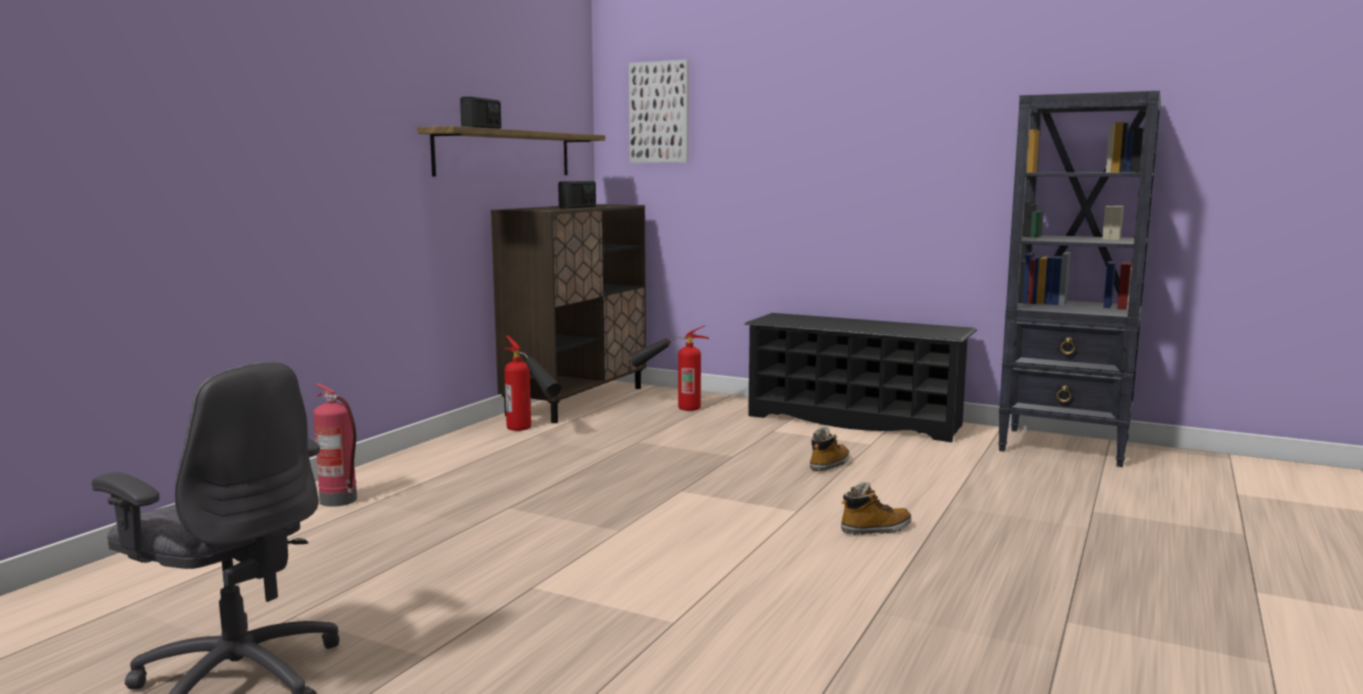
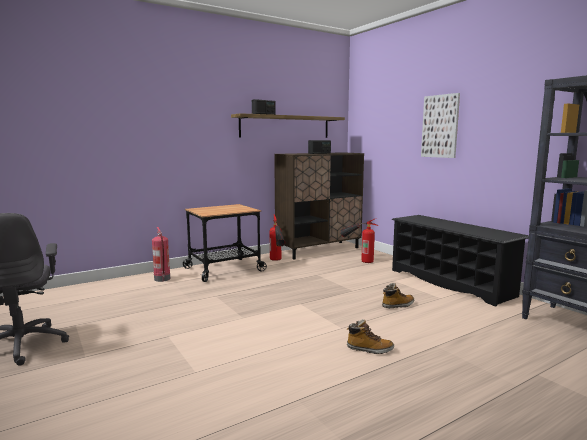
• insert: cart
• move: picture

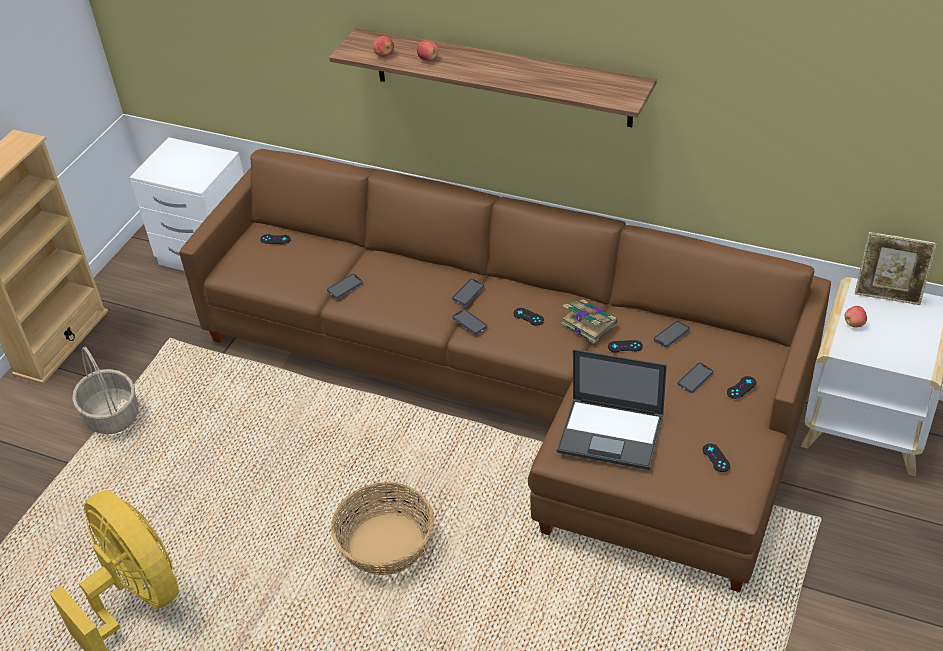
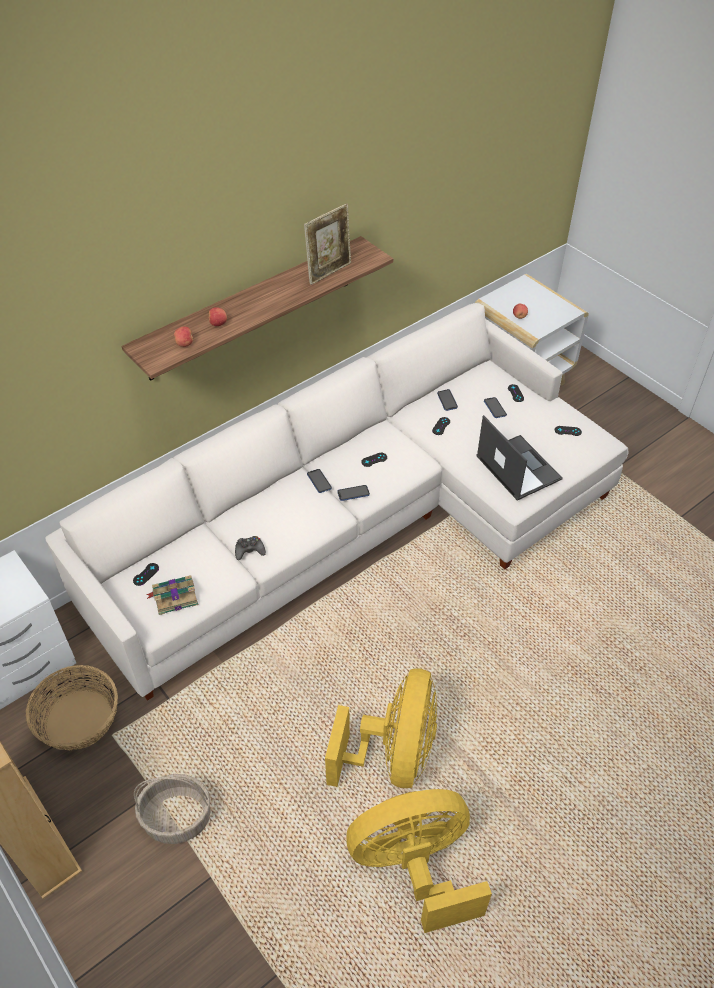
• move: basket (2nd from left in the first image) to basket (1st from left)
• recolor: brown sofa to white sofa
• move: book
• replace: phone (1st from left) to black game controller (2nd from left)
• move: picture frame
• insert: yellow fan (1st from left)
• rotate: laptop 75 degrees counterclockwise

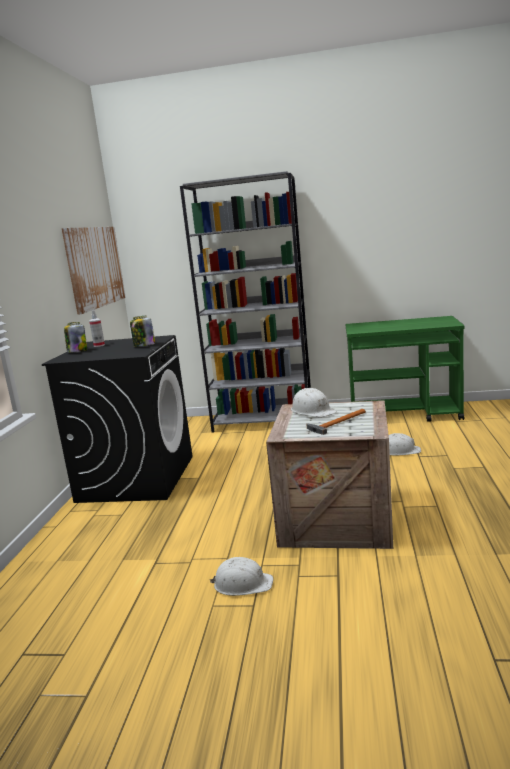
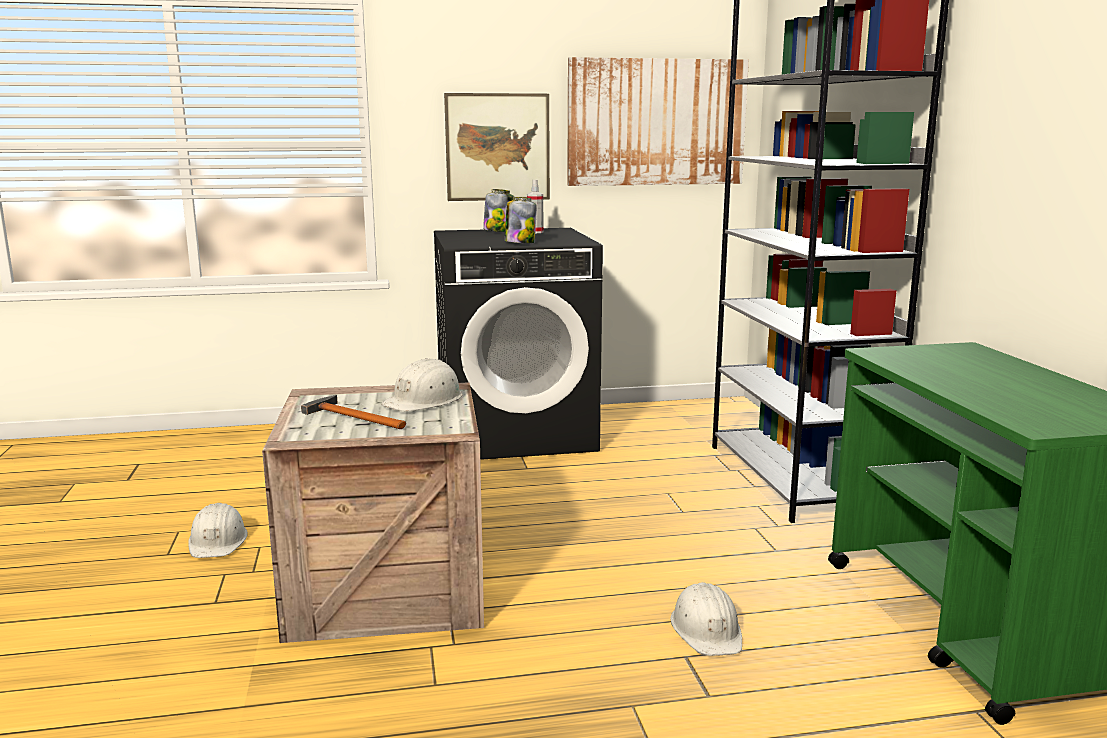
• insert: picture (1st from left)

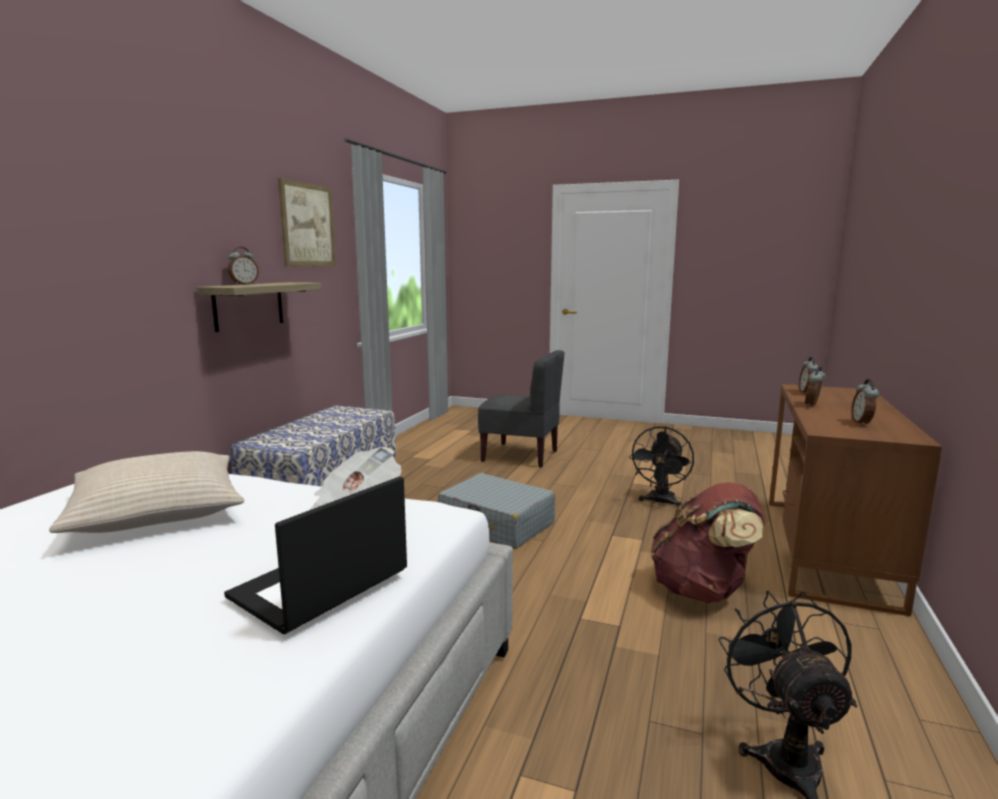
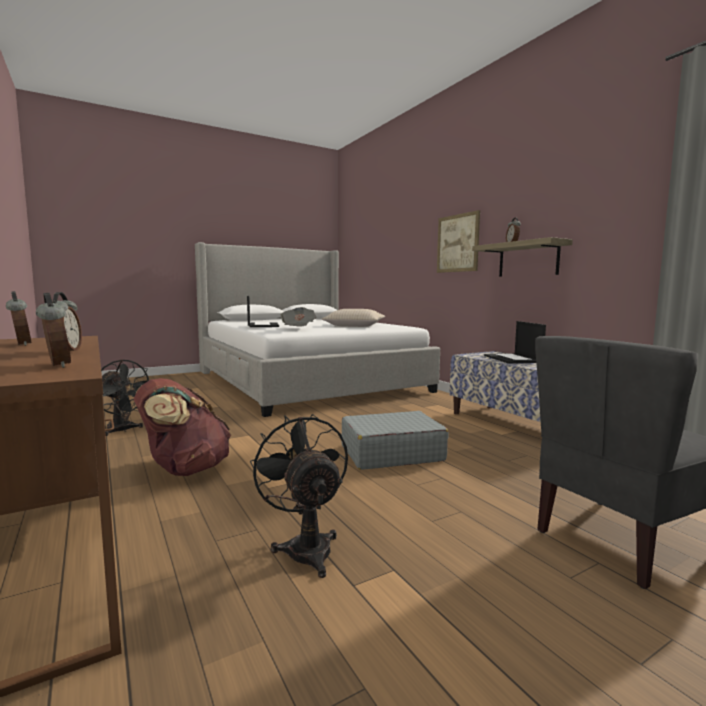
• move: picture
• insert: laptop (2nd from left)

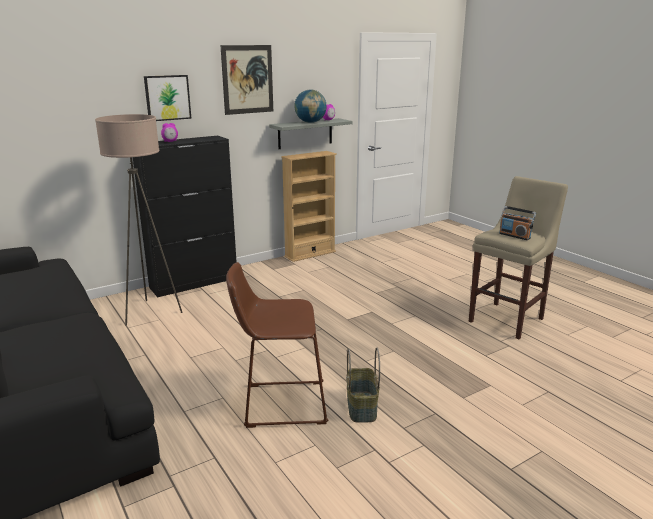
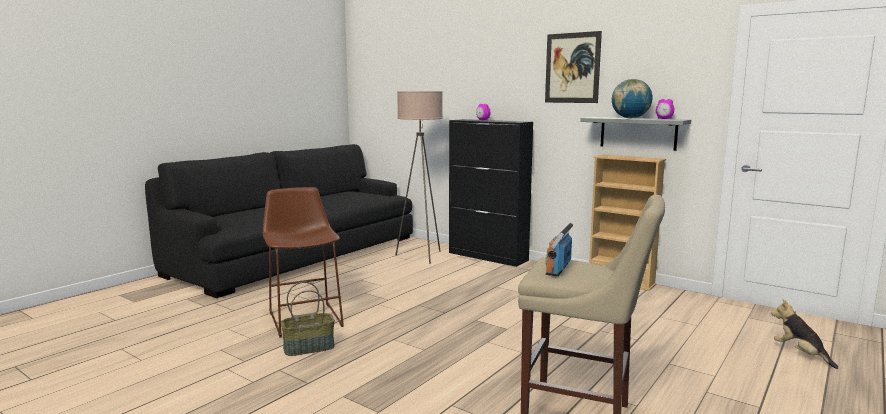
• insert: plush toy
• delete: picture (1st from left)

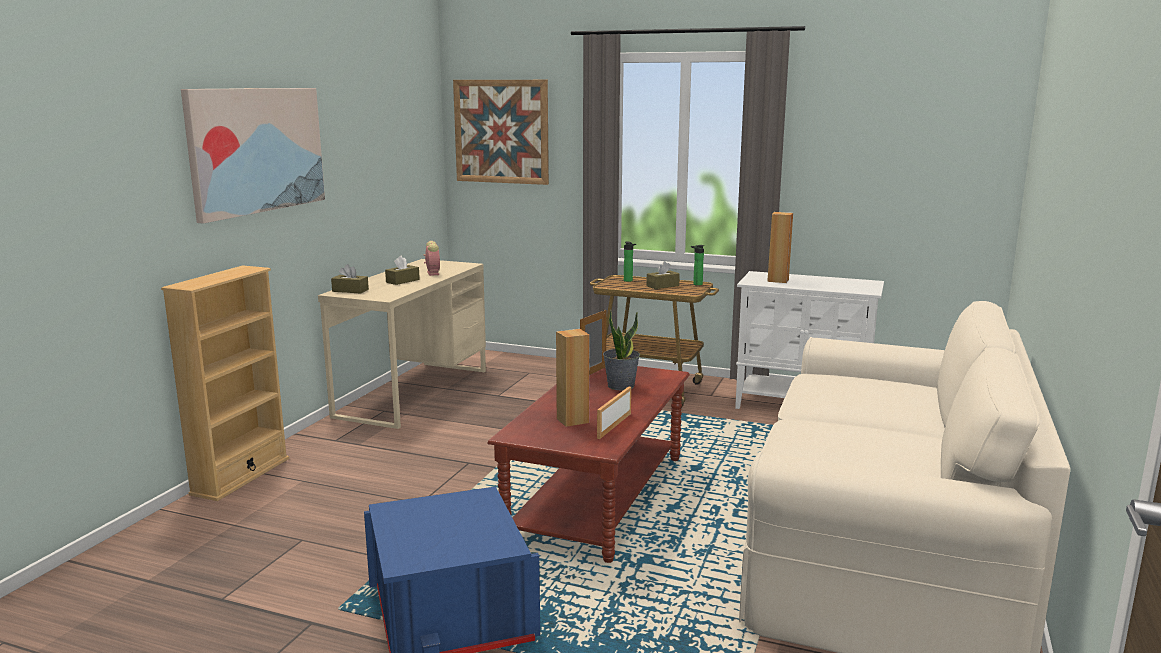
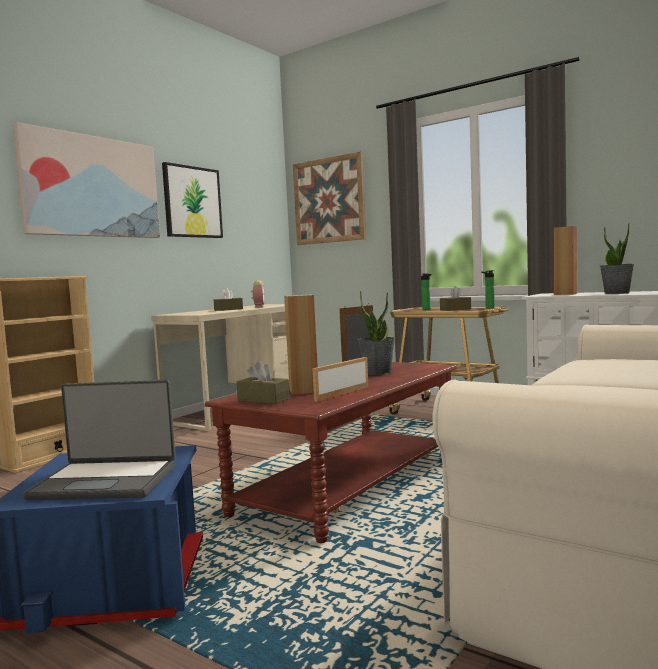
• insert: laptop
• insert: picture (2nd from left)
• move: brown tissue box (1st from left in the first image) to brown tissue box (2nd from left)
• insert: potted plant (2nd from left)

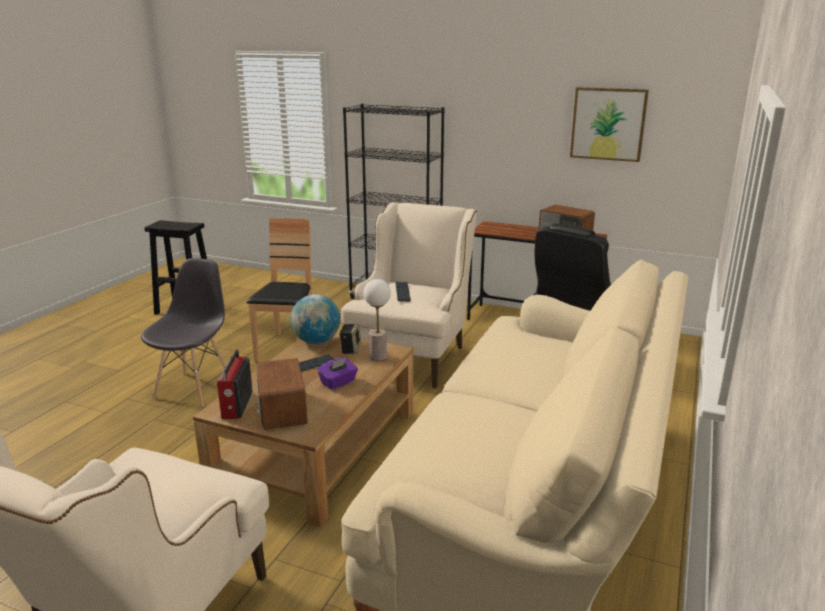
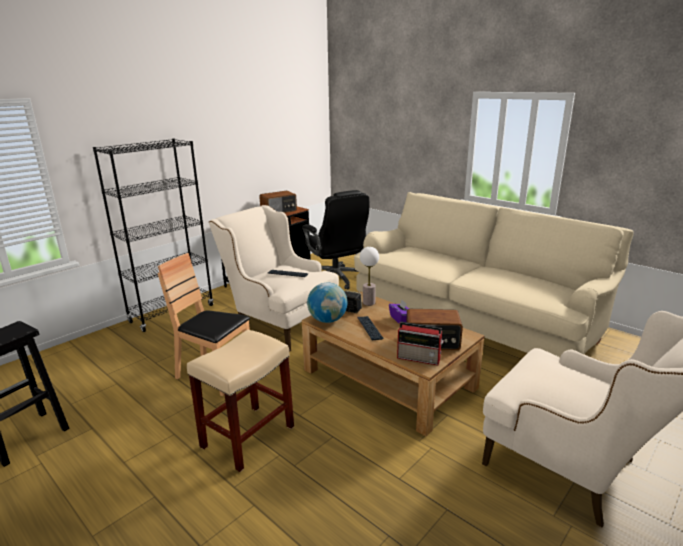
• replace: grey chair to beige stool
• delete: picture

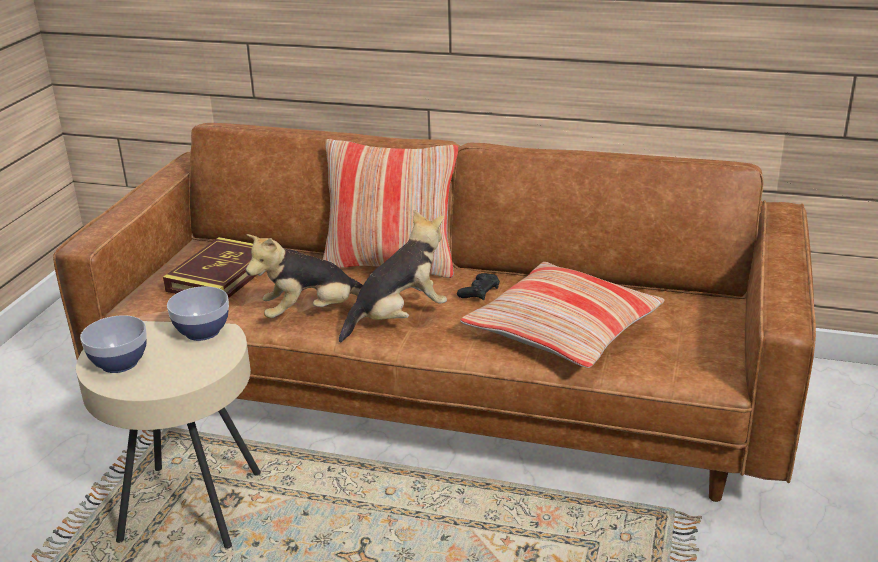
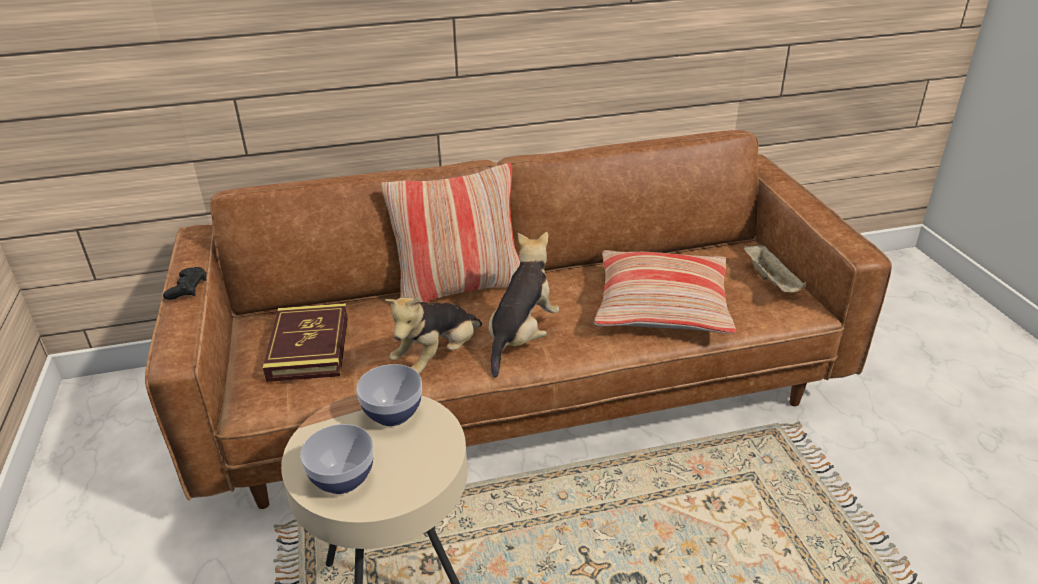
• move: black game controller
• insert: beige tray

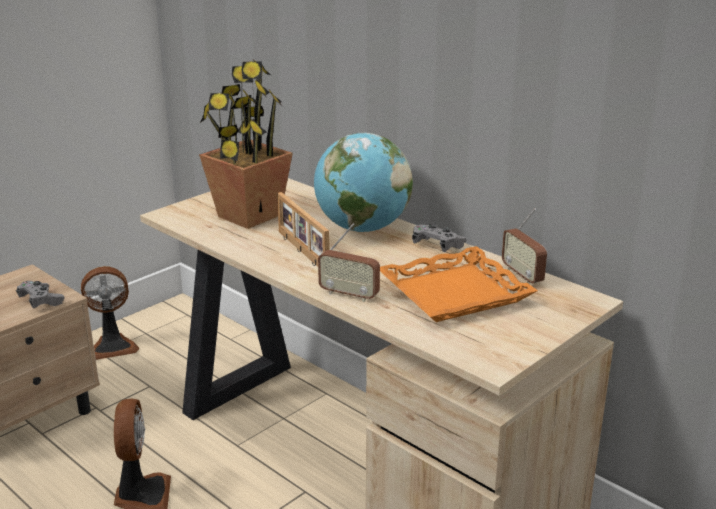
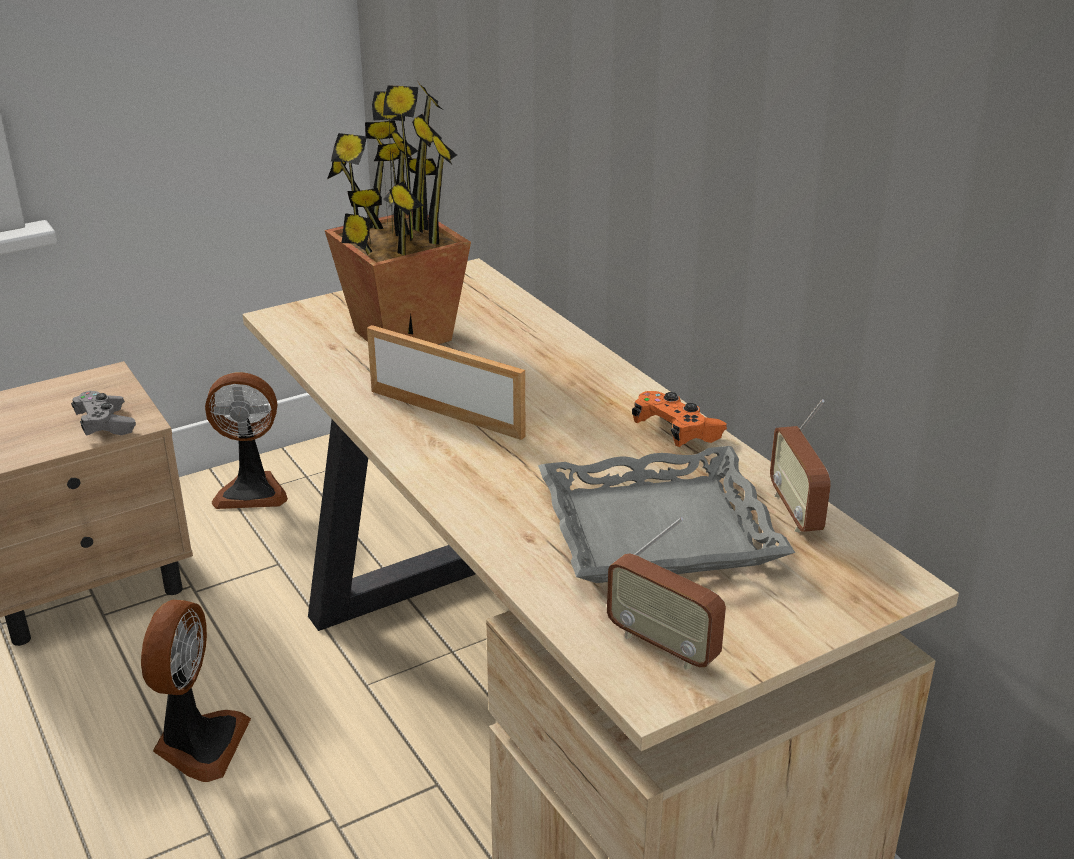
• rotate: picture frame 135 degrees clockwise
• recolor: orange tray to grey tray
• move: radio (1st from left)
• recolor: grey game controller (2nd from left) to orange game controller
• delete: globe

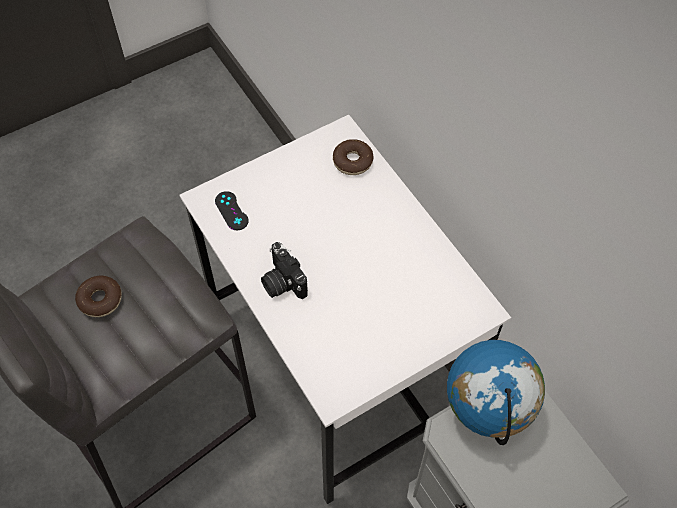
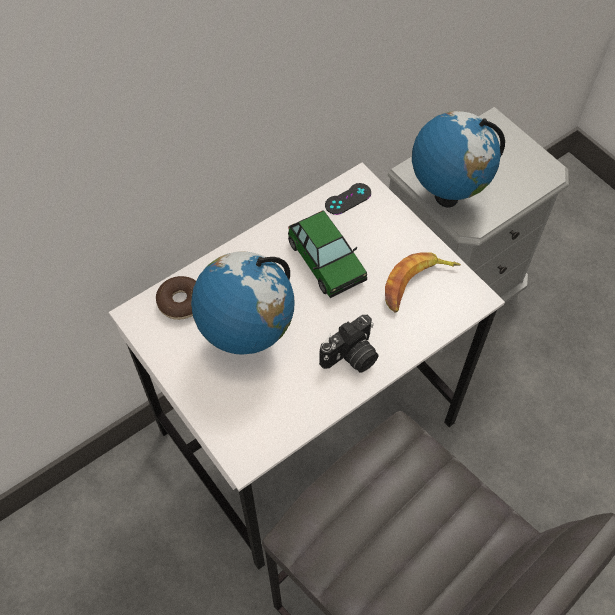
• insert: globe (1st from left)
• insert: toy car
• move: black game controller
• insert: banana
• delete: donut (1st from left)

